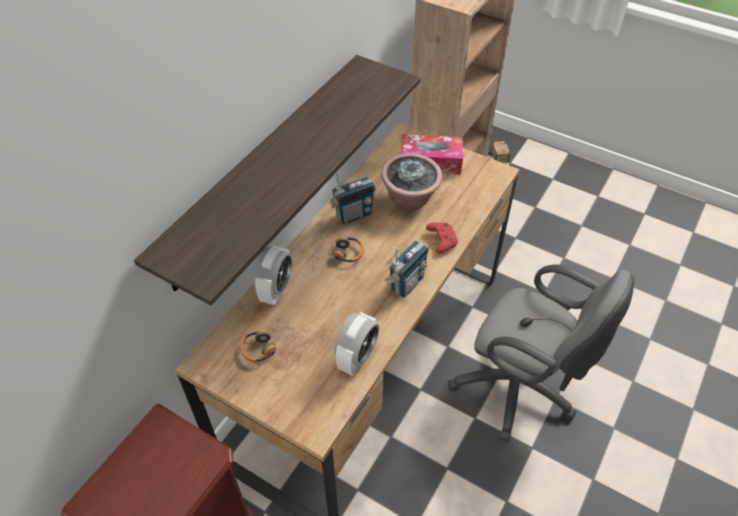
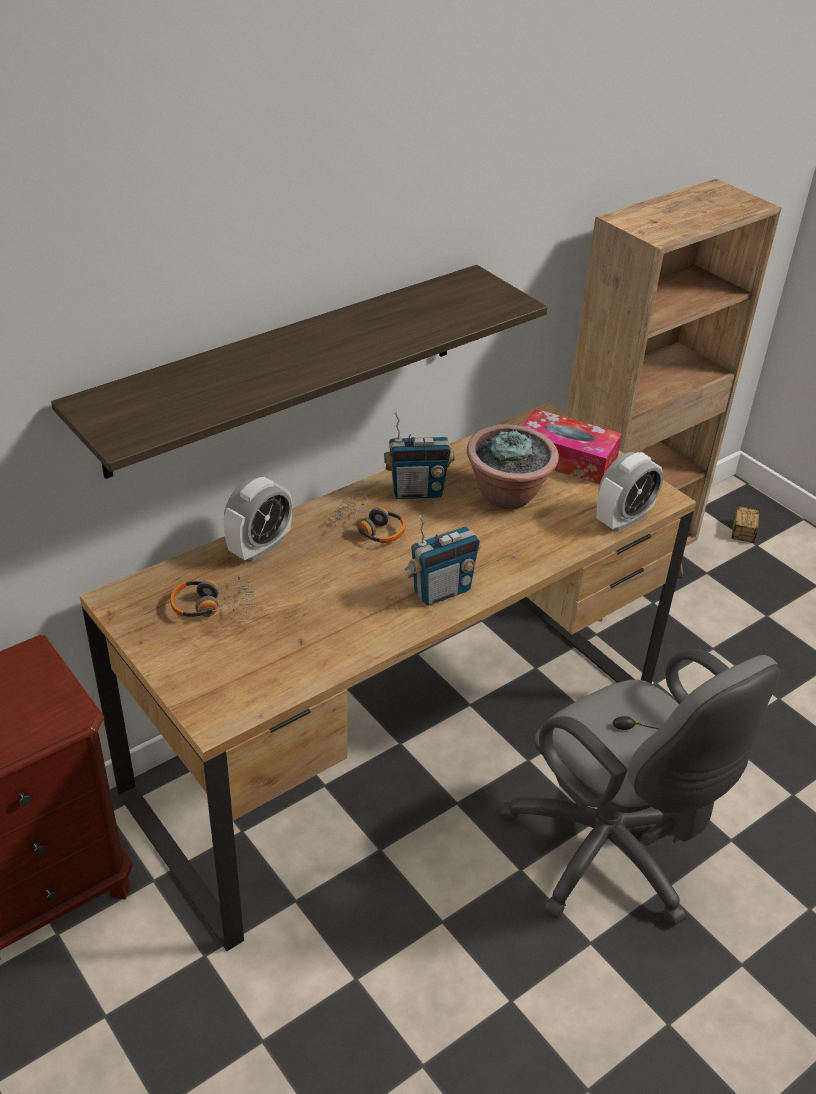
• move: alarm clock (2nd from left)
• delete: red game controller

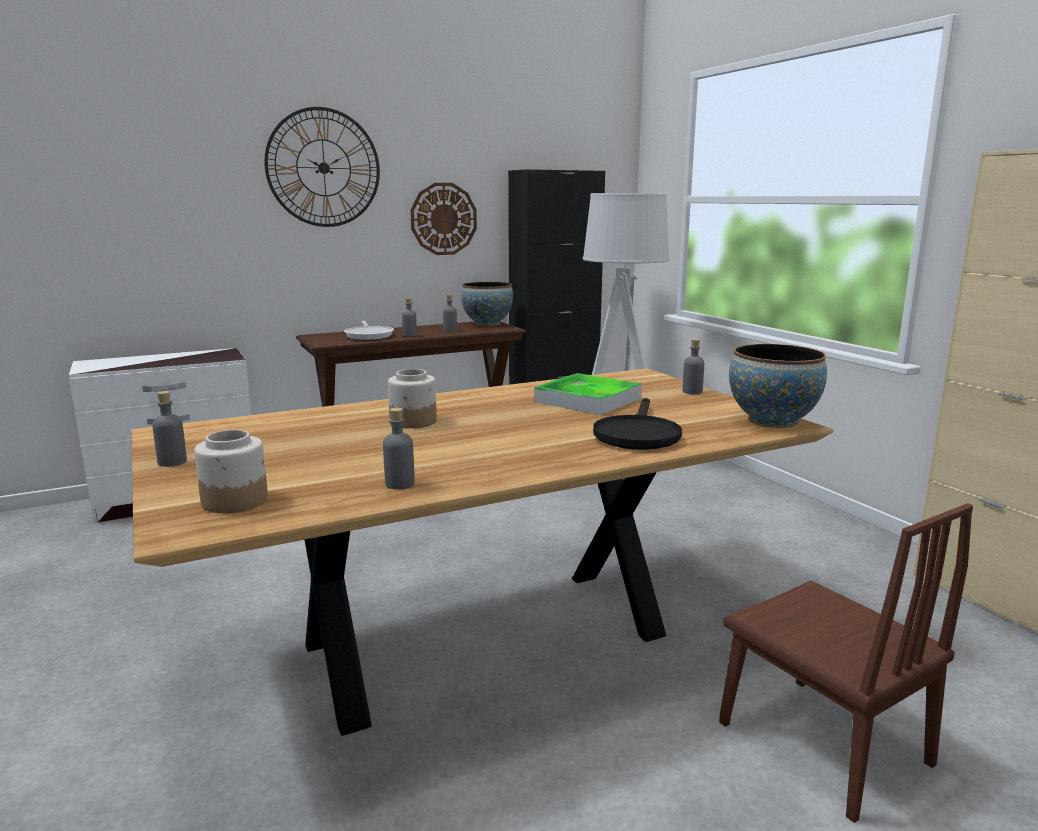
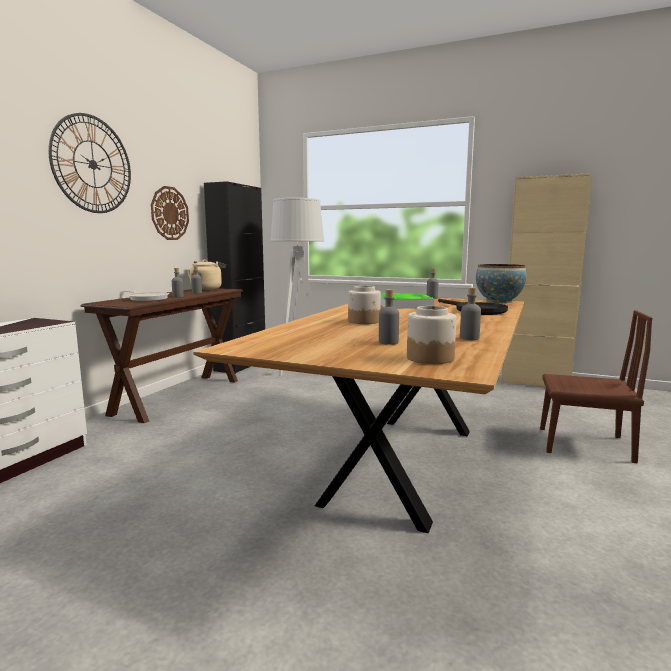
• replace: bowl (1st from left) to beige kettle
• move: grey bottle (1st from left in the first image) to grey bottle (3rd from left)

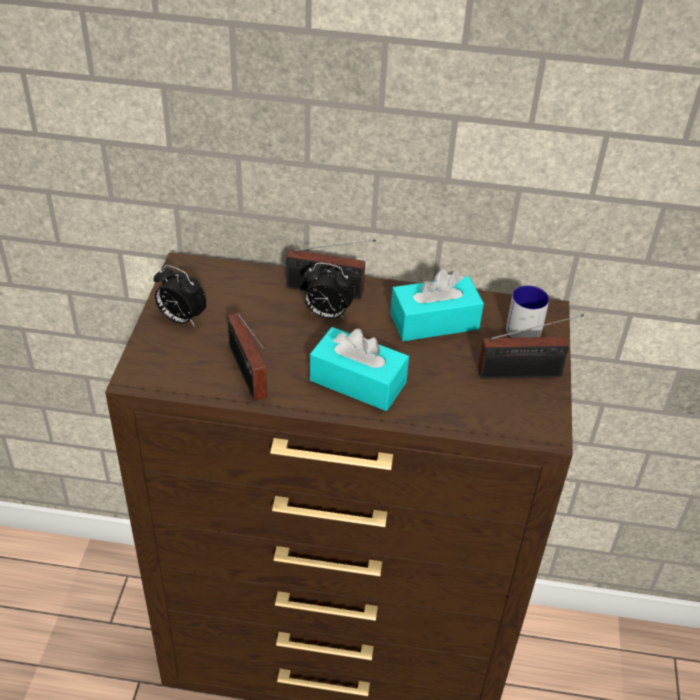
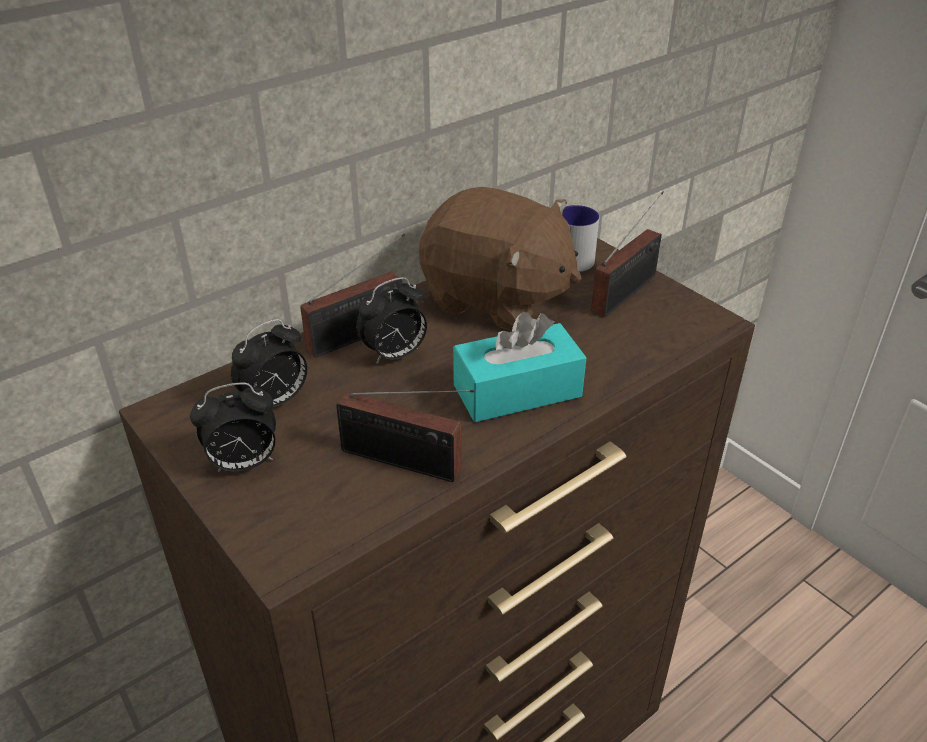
• insert: alarm clock (2nd from left)
• replace: turquoise tissue box (2nd from left) to brown plush toy

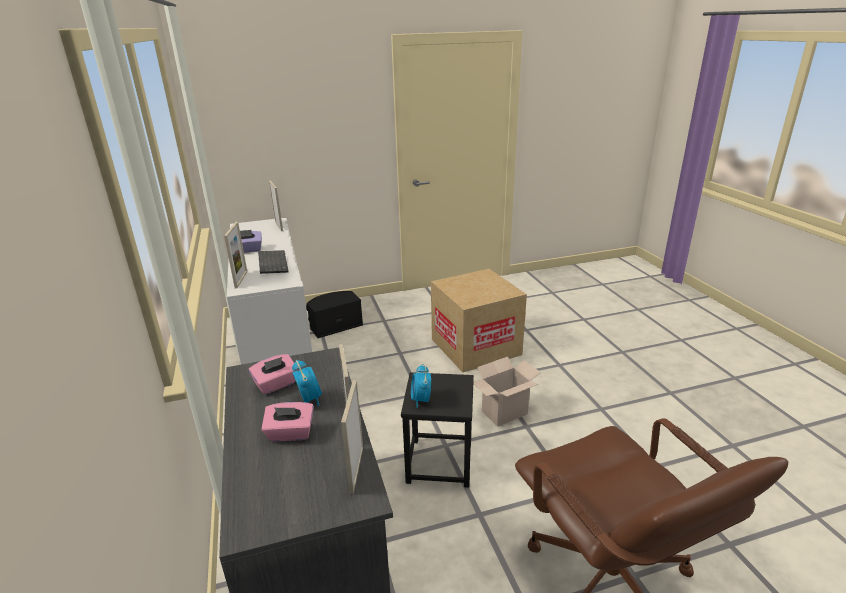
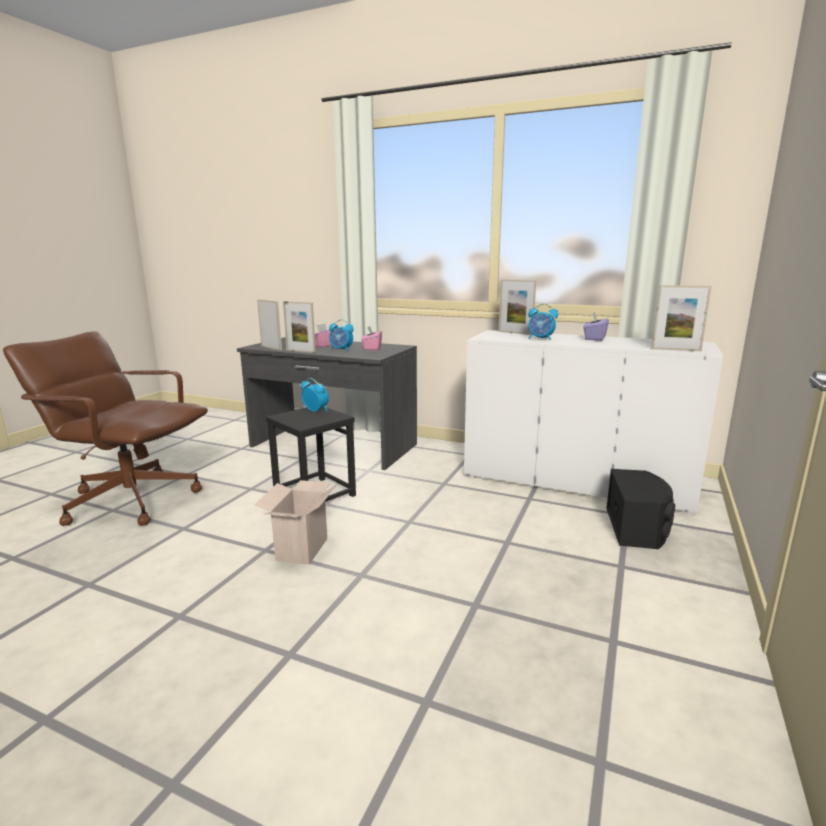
• replace: keyboard to alarm clock (3rd from left)
• delete: cardboard box (1st from left)

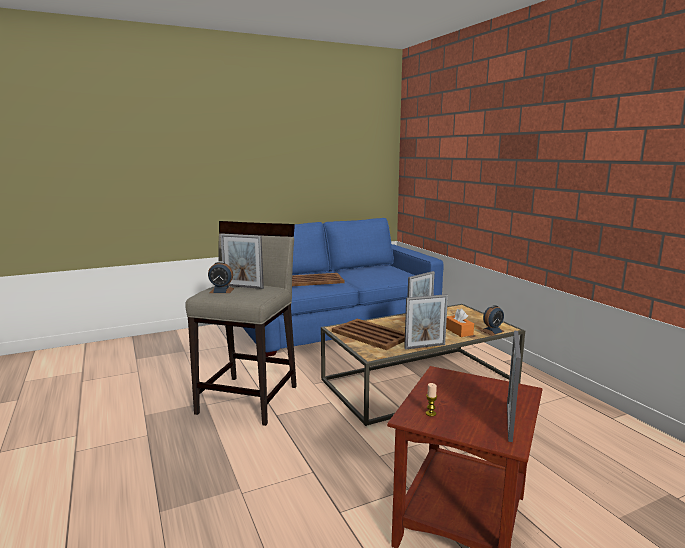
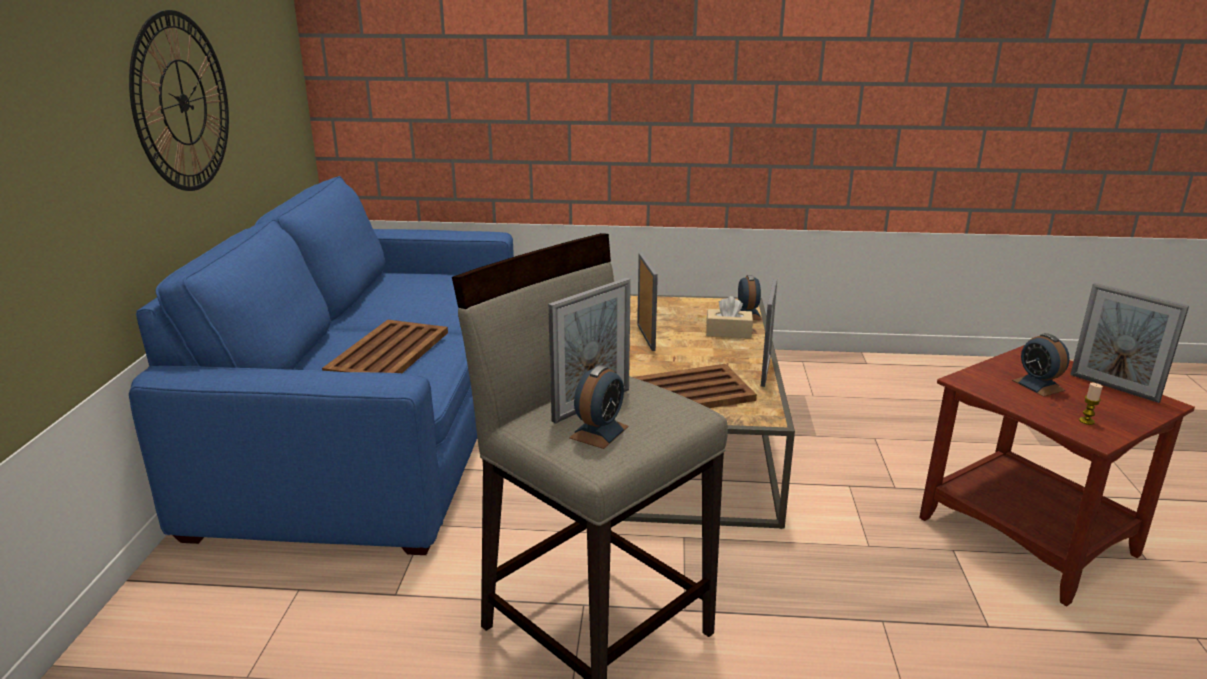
• insert: wall clock
• recolor: orange tissue box to beige tissue box
• insert: alarm clock (3rd from left)

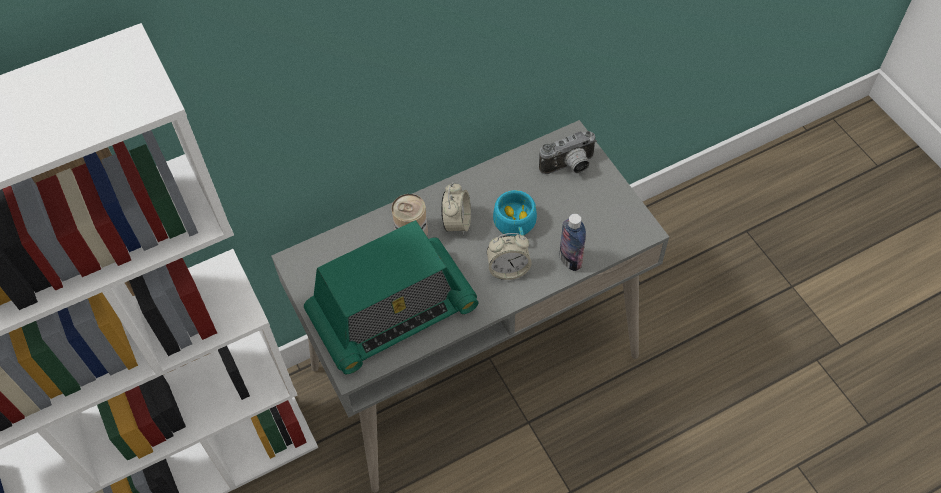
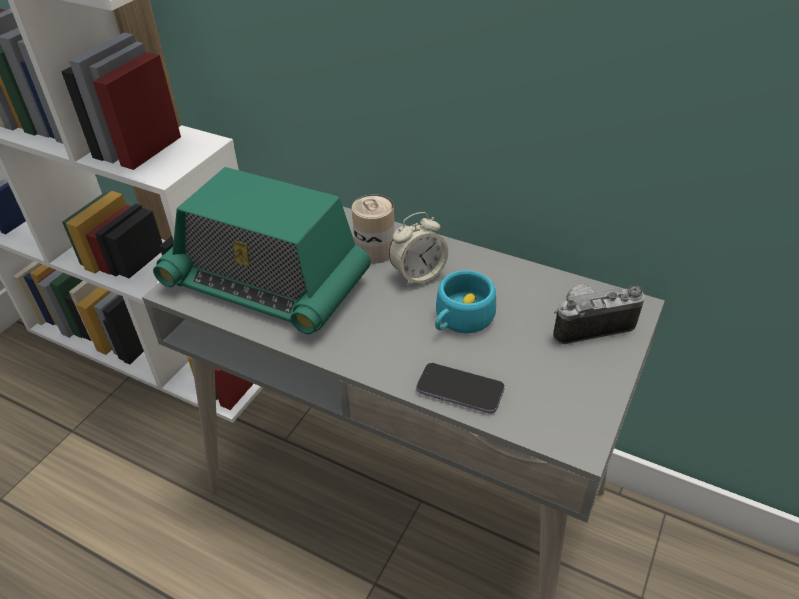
• replace: bottle to phone
• rotate: photo camera 135 degrees clockwise
• delete: alarm clock (2nd from left)

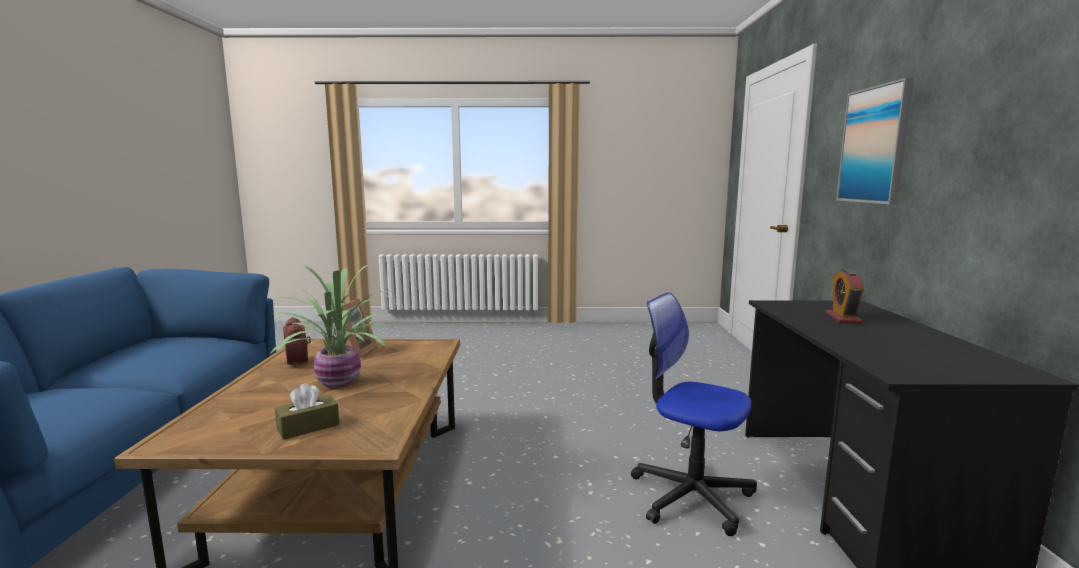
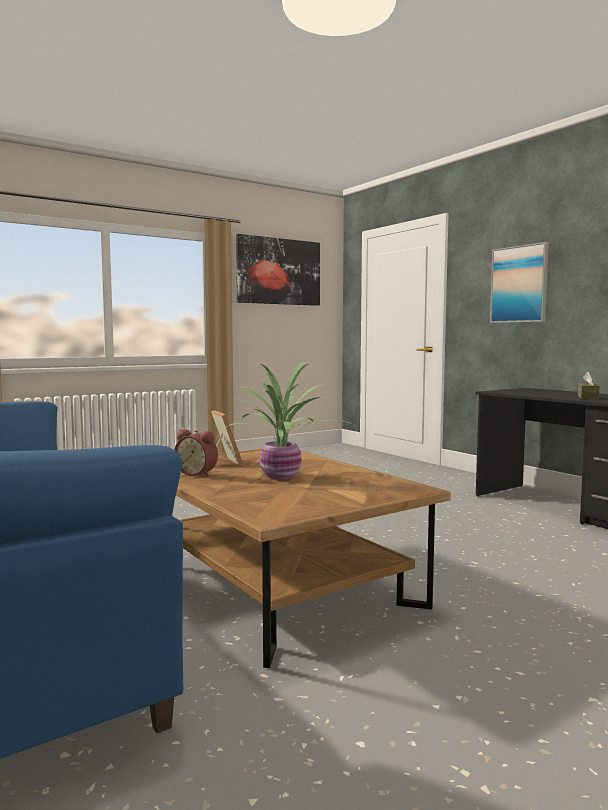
• insert: picture (1st from left)
• move: brown tissue box
• delete: office chair
• delete: alarm clock (2nd from left)

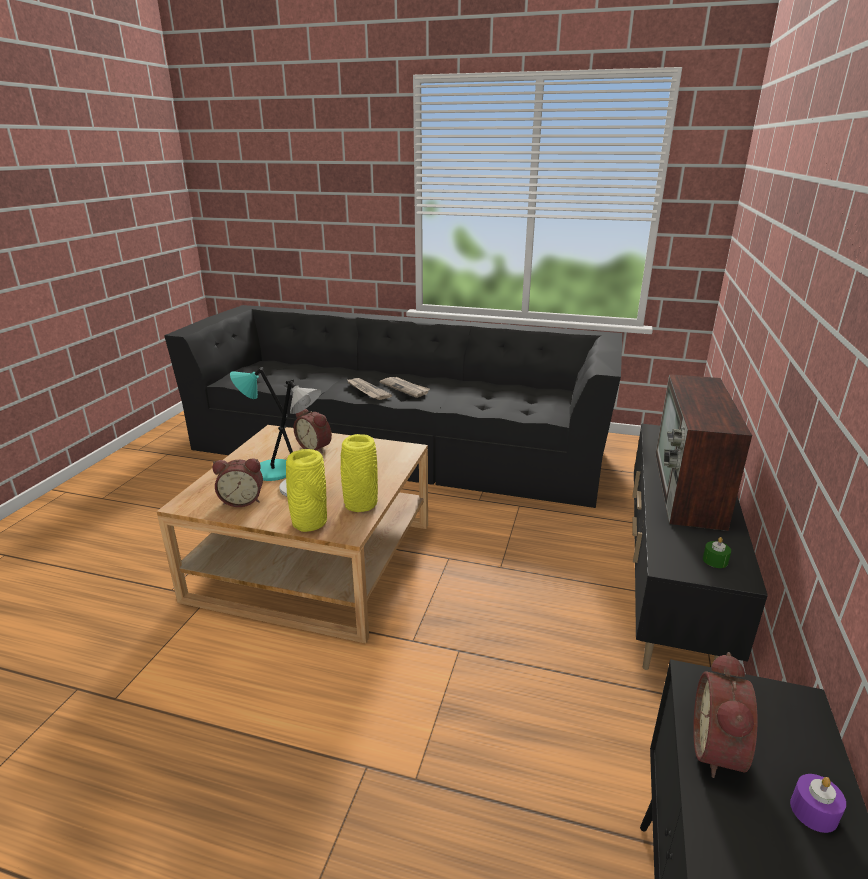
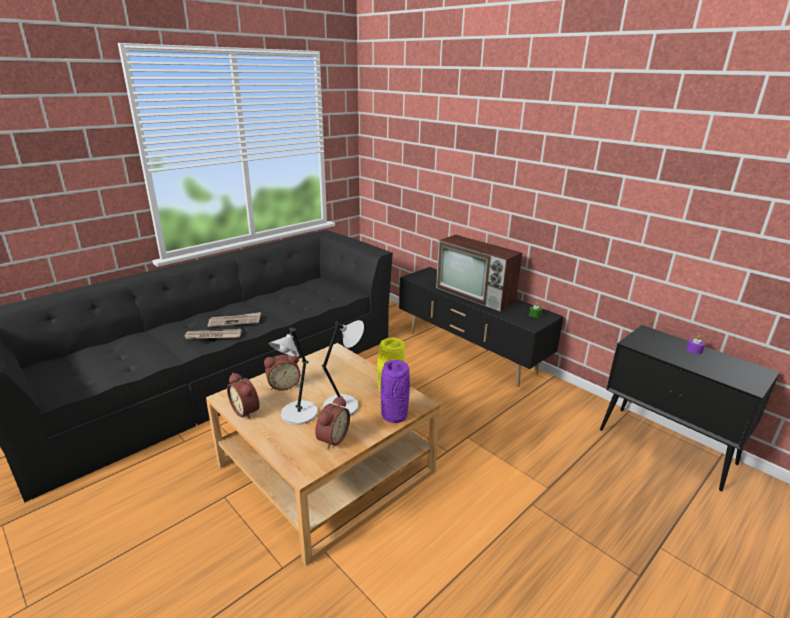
• move: alarm clock (3rd from left in the first image) to alarm clock (1st from left)
• recolor: turquoise table lamp to grey table lamp (1st from left)
• recolor: yellow vase (1st from left) to purple vase

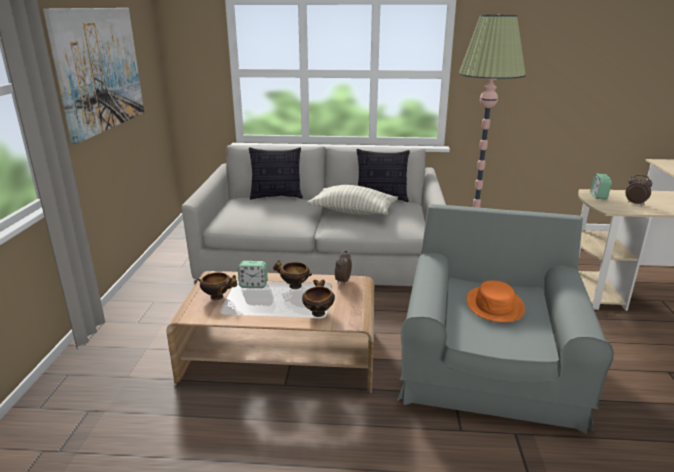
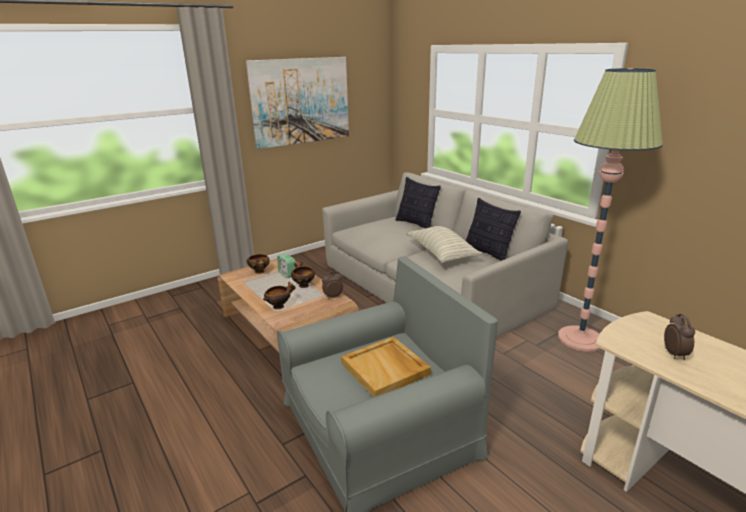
• replace: orange hat to beige tray
• delete: alarm clock (3rd from left)

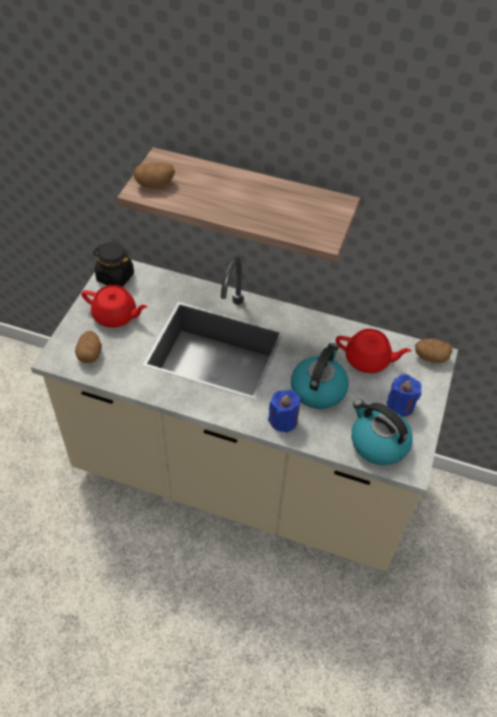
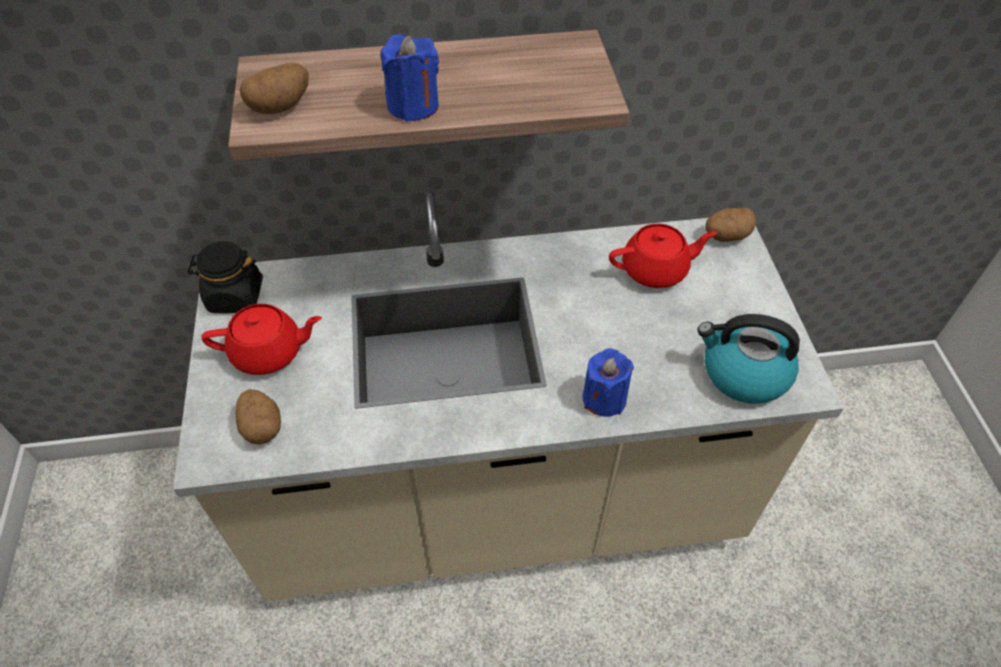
• move: blue candle (2nd from left in the first image) to blue candle (1st from left)
• delete: kettle (1st from left)

